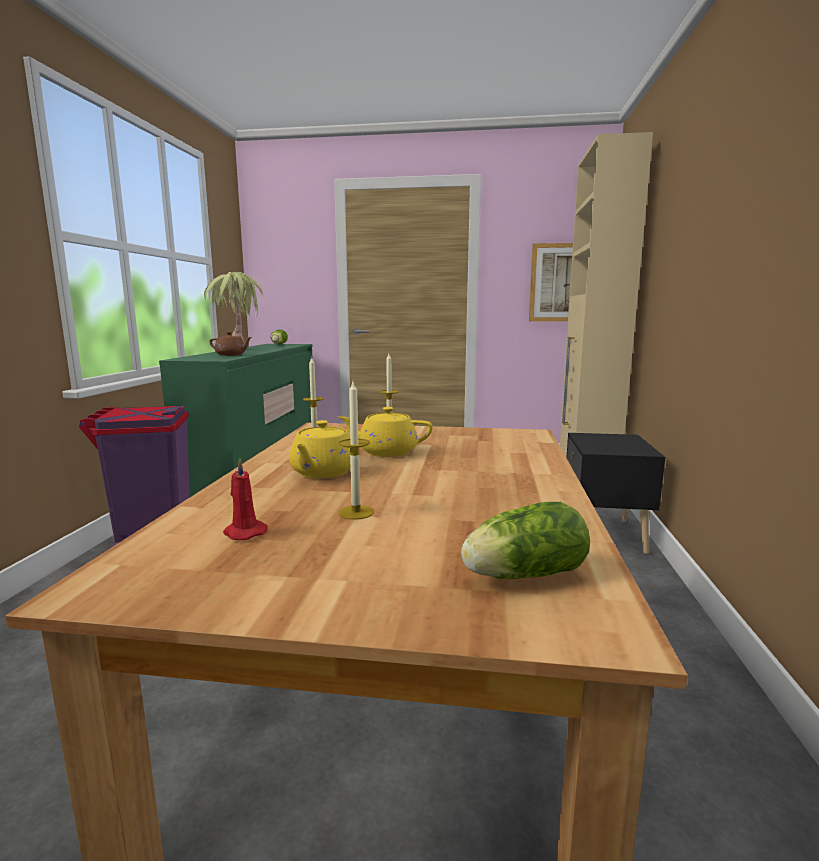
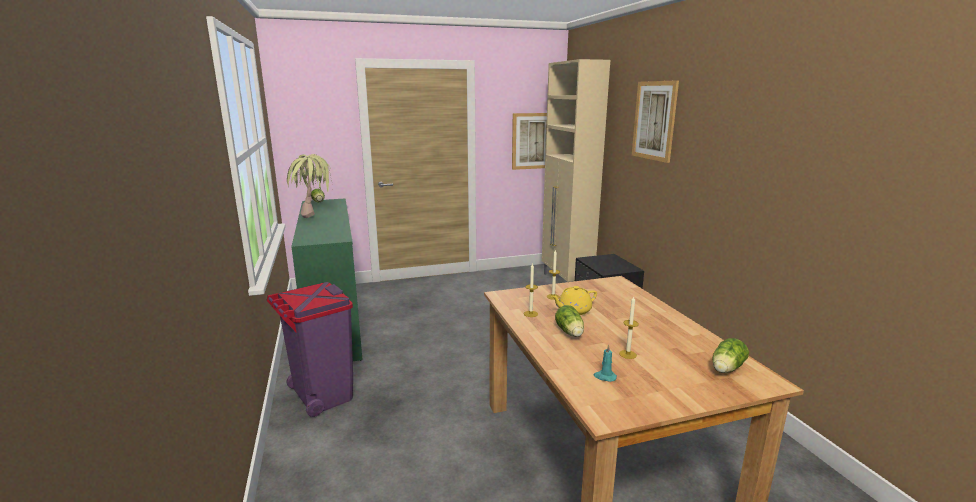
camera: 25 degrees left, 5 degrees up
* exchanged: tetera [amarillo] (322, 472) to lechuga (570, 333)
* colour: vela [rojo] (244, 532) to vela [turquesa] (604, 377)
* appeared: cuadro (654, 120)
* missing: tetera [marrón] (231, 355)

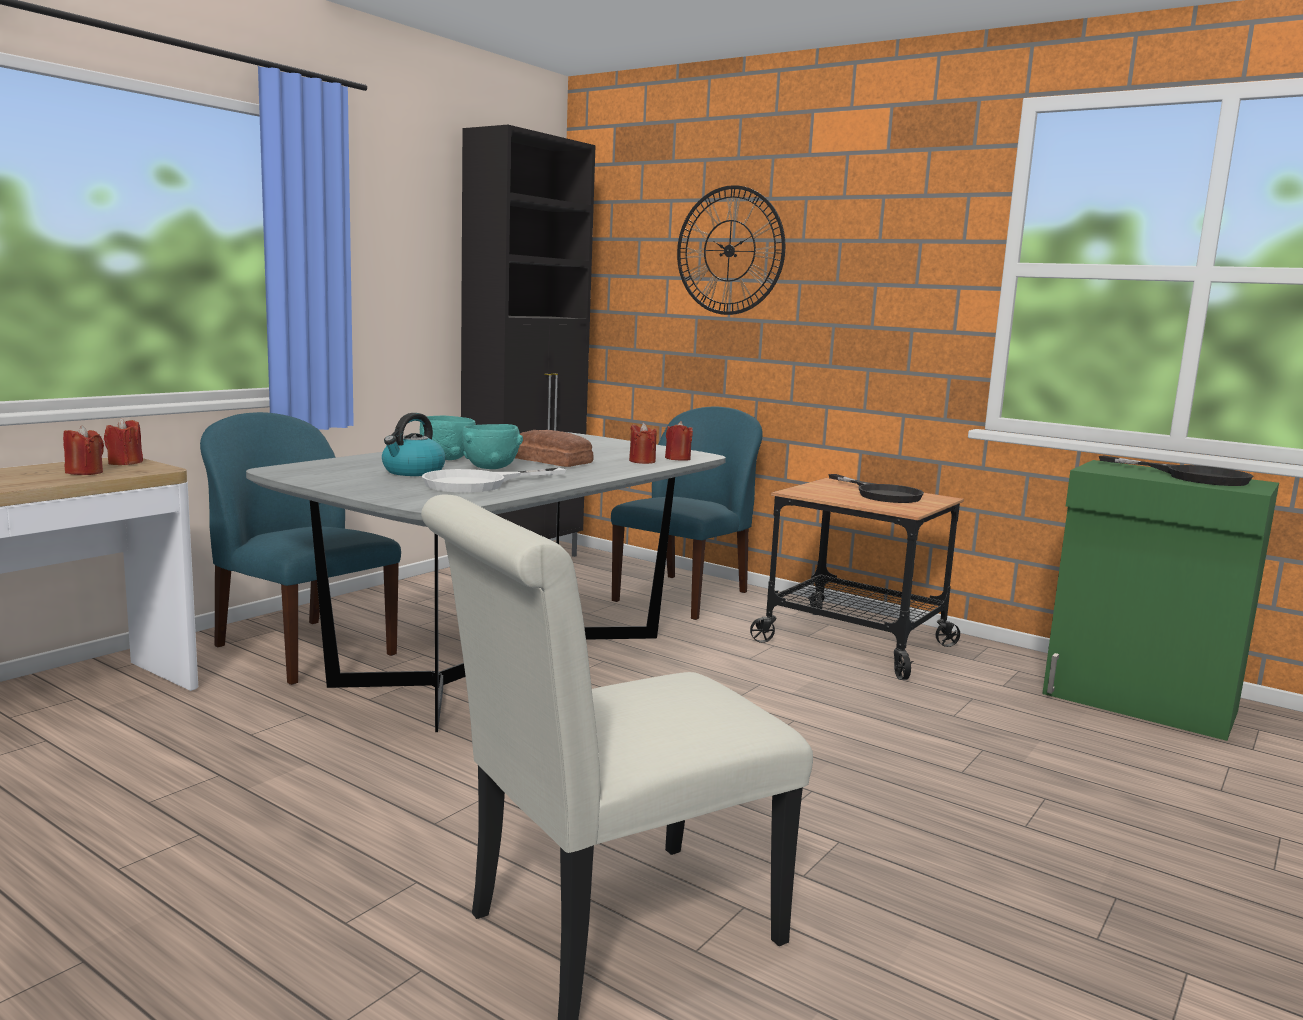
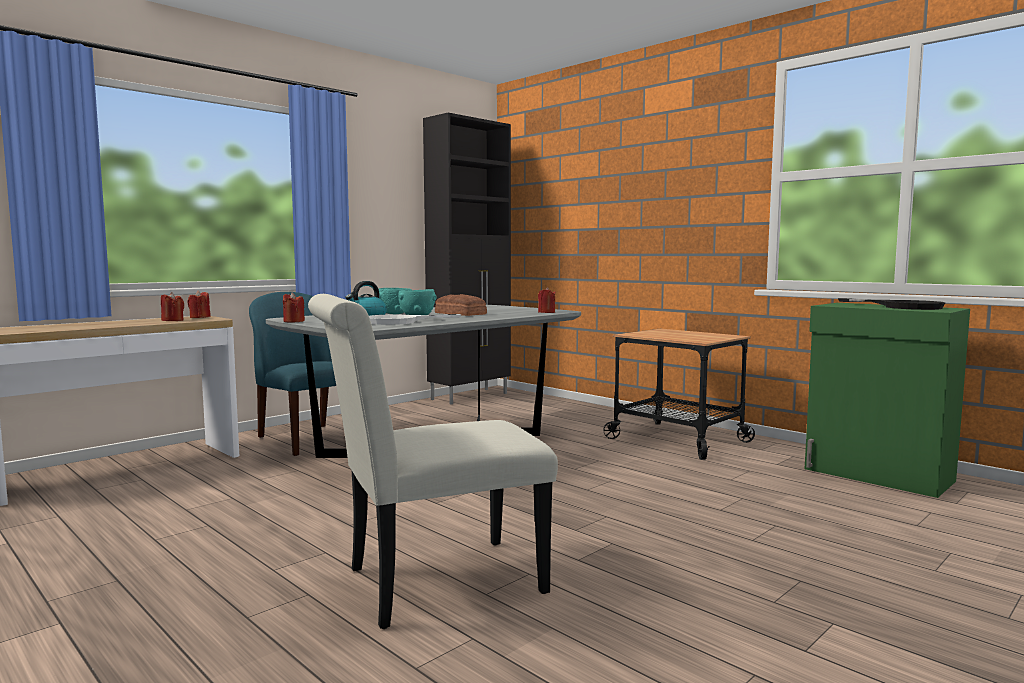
camera: 10 degrees right, 5 degrees down
* relocated: vela [rojo] (642, 461) to (293, 321)
* missing: silla [azul] (683, 596)
* missing: reloj de pared (729, 251)
* missing: sartén [negro] (881, 494)

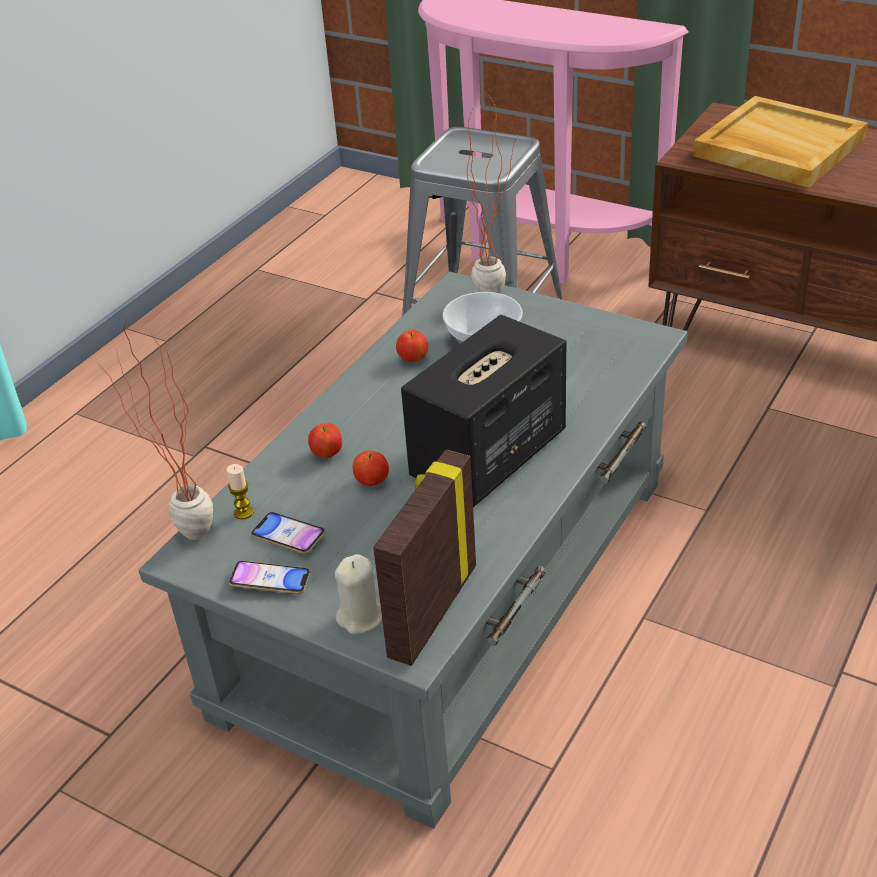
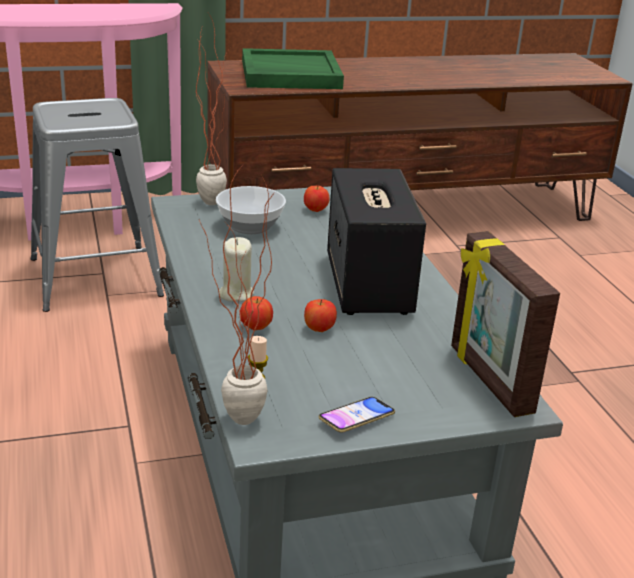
camera: 50 degrees left, 10 degrees down
* relocated: vela [beis] (360, 617) to (236, 293)
* colour: bandeja [beis] (777, 147) to bandeja [verde] (289, 74)
* relocated: manzana (413, 359) to (315, 210)
* missing: móvil (288, 536)

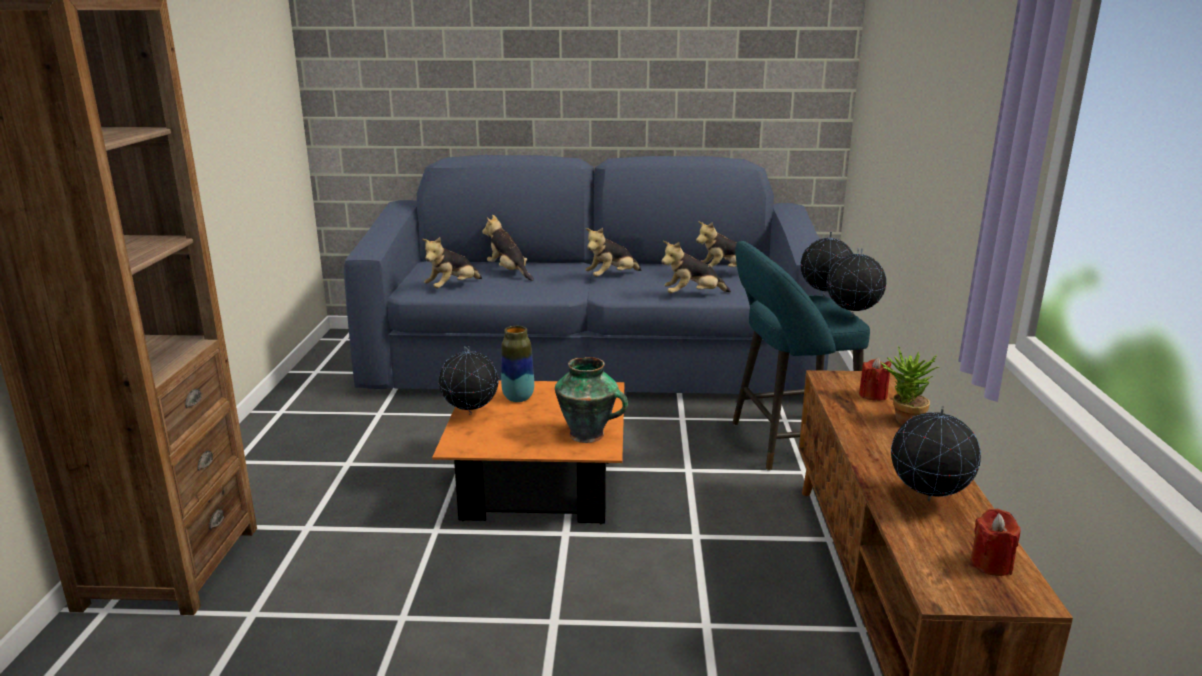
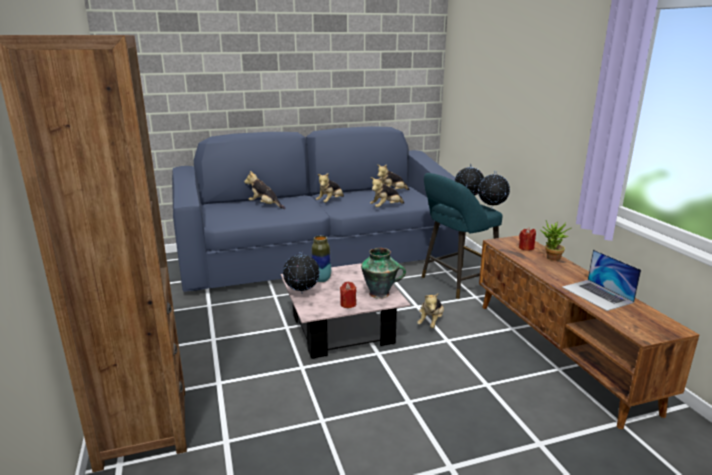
camera: 20 degrees left, 0 degrees up
* colour: mesa de centro [naranja] (539, 484) to mesa de centro [rosa] (342, 329)
* relocated: vela [rojo] (991, 564) to (348, 304)
* relocated: peluche (452, 288) to (431, 322)
* exchanged: globo terráqueo (927, 500) to portátil (597, 294)

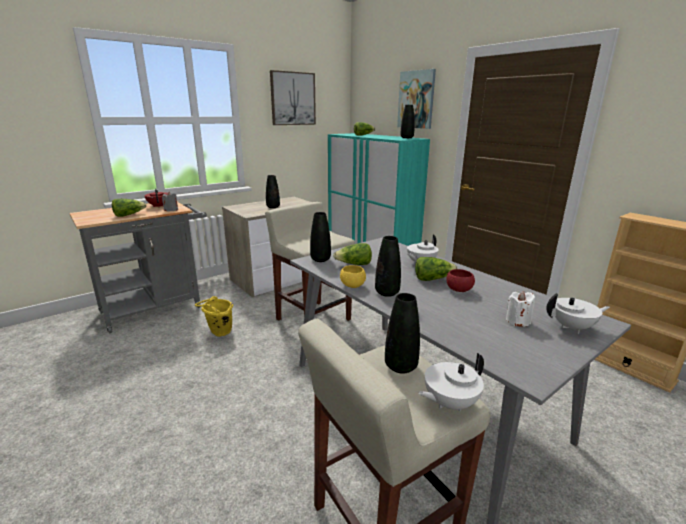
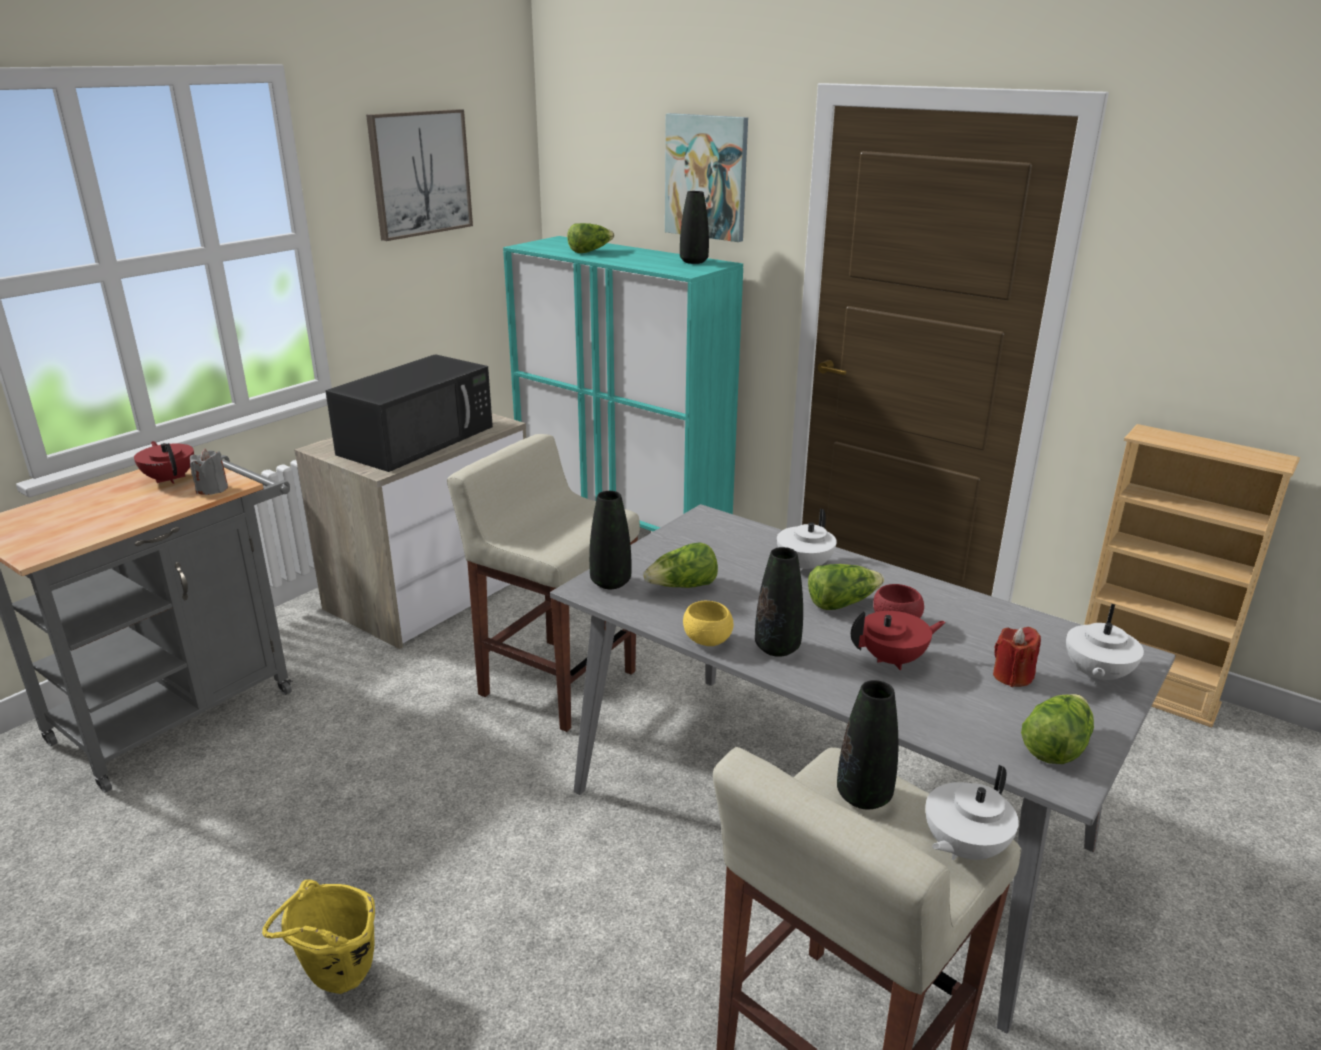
camera: 15 degrees left, 5 degrees up
* relocated: cubo [amarillo] (218, 333) to (335, 981)
* exchanged: florero [negro] (273, 207) to microondas [negro] (418, 439)
* appeared: tetera [rojo] (893, 660)
* colour: vela [blanco] (517, 321) to vela [rojo] (1012, 676)
* relocated: lechuga (129, 215) to (1055, 746)
* spun: tetera [blanco] (572, 327) = (1096, 675) 135 degrees clockwise

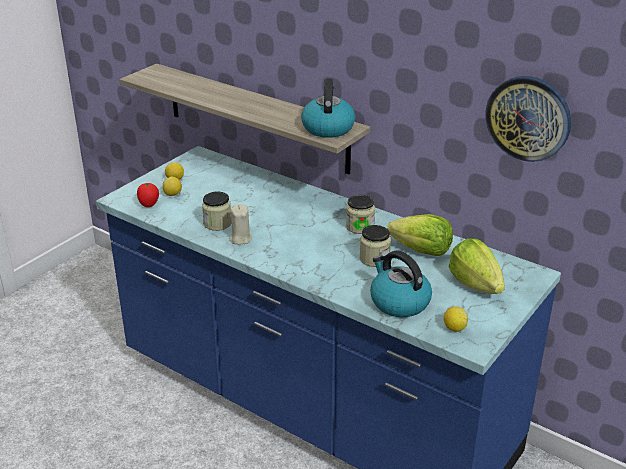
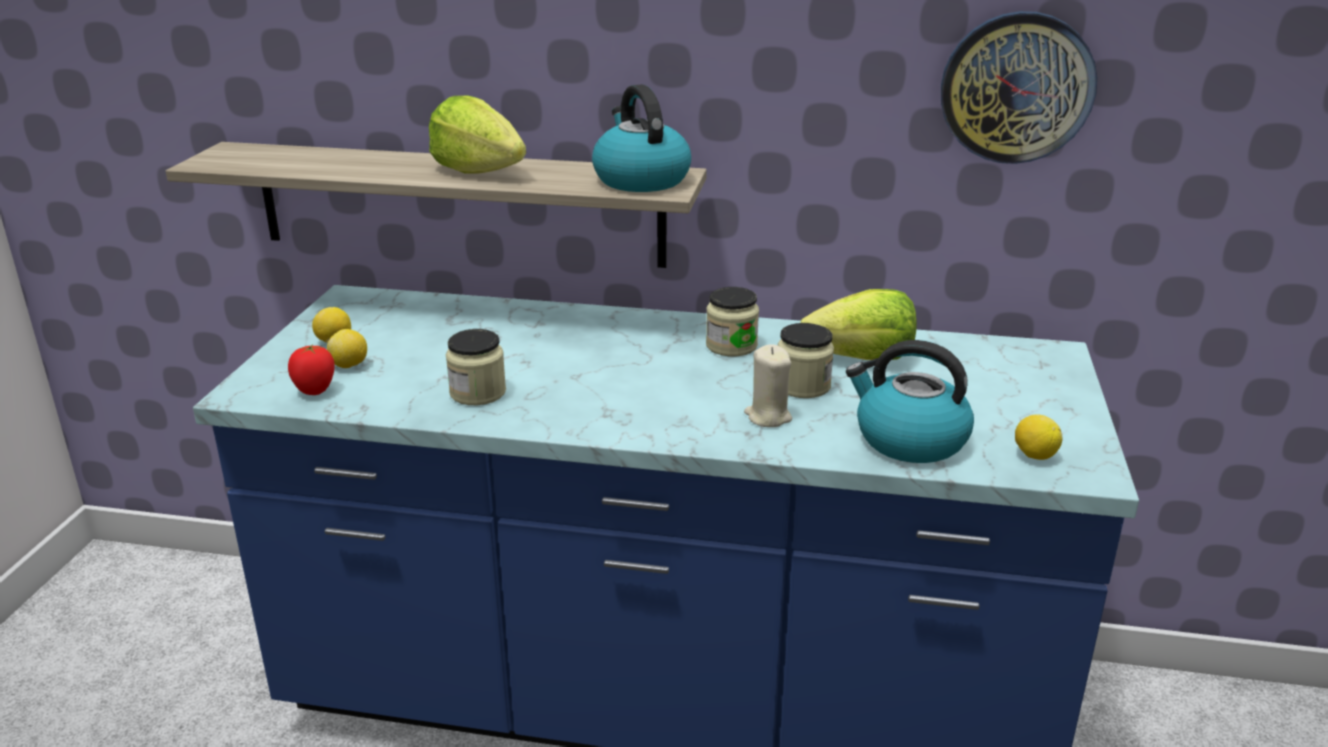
camera: 25 degrees left, 5 degrees down
* relocated: lechuga (475, 284) to (479, 171)
* relocated: vela [beis] (240, 239) to (768, 416)

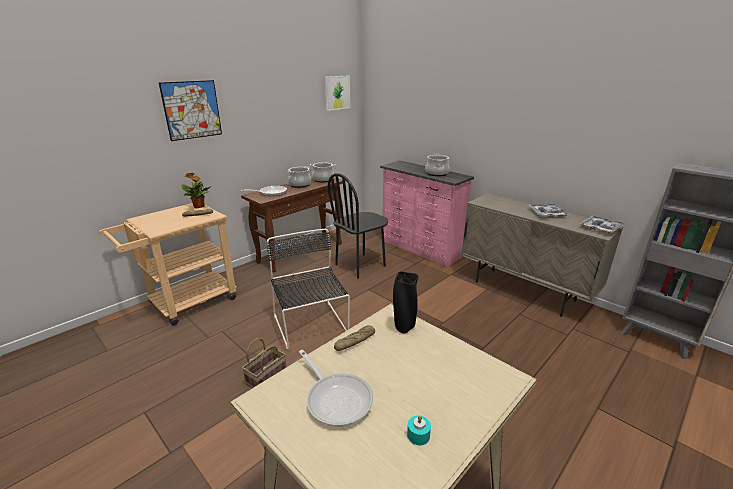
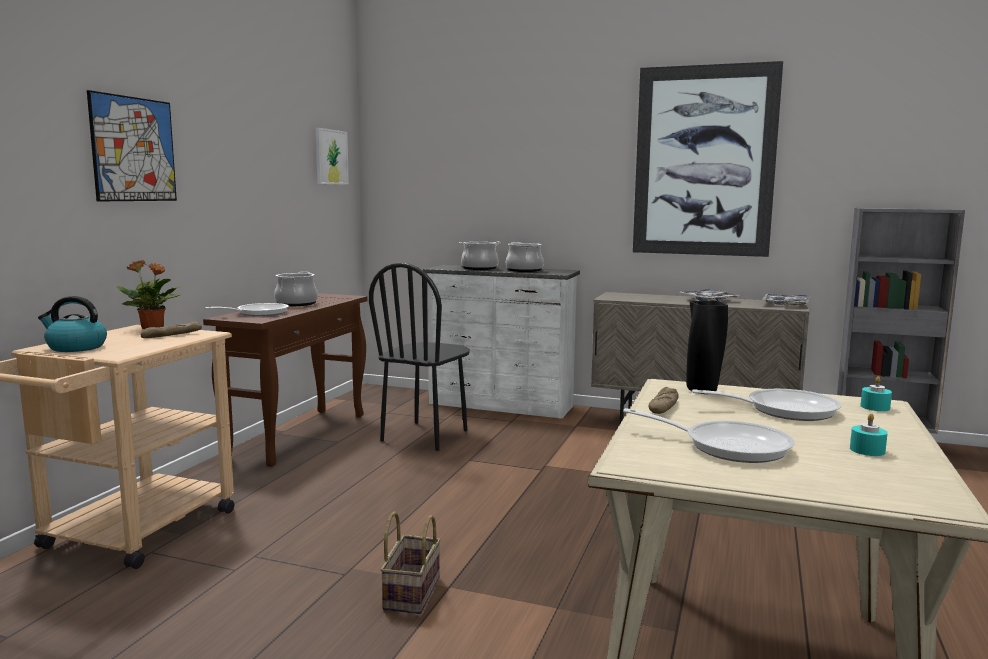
camera: 25 degrees left, 15 degrees down
* appeared: hervidor (75, 347)
* colour: cómoda [rosa] (420, 249) to cómoda [blanco] (501, 405)
* relocated: olla (323, 180) to (479, 268)
* appeared: cuadro (704, 161)
* appeared: sartén (783, 410)
* appeared: vela [turquesa] (875, 407)
* missing: silla [negro] (311, 326)

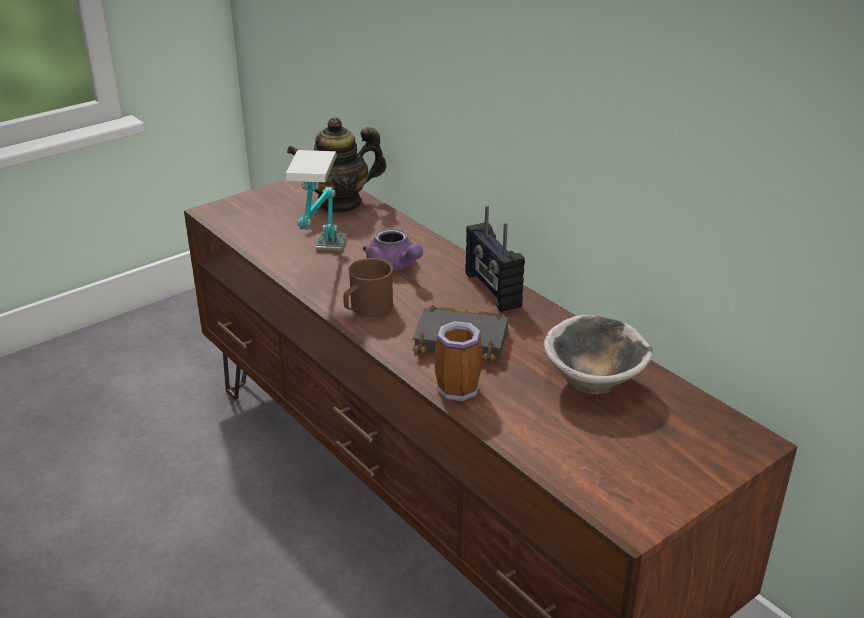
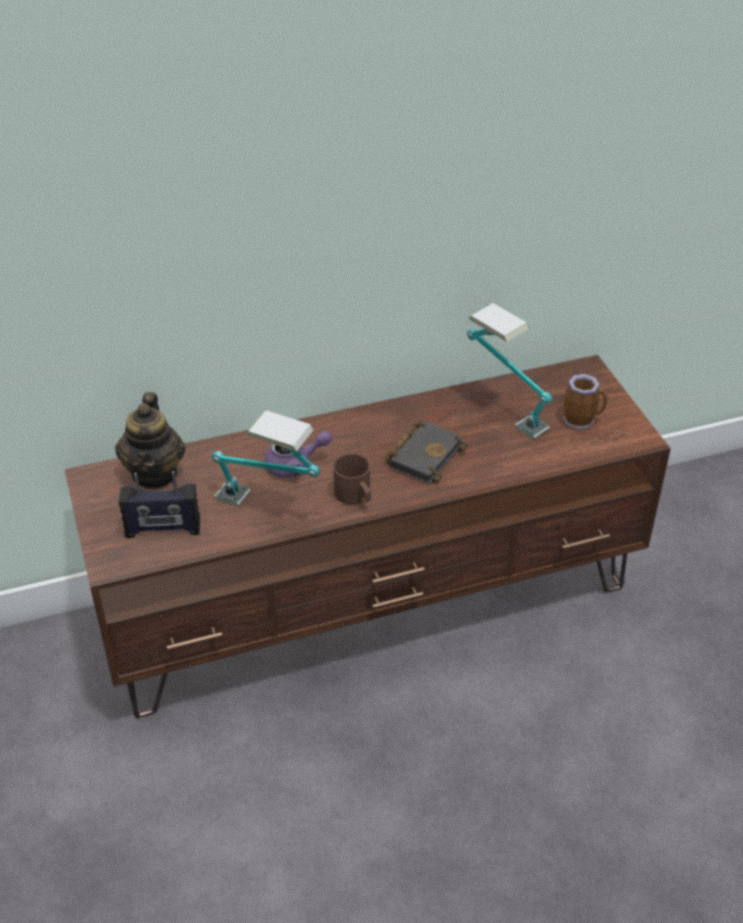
camera: 70 degrees left, 10 degrees up
* relocated: radio (491, 290) to (163, 529)
* exchanged: cuenco (593, 382) to lámpara de mesa (503, 410)
* relocated: taza grande (460, 391) to (581, 420)

